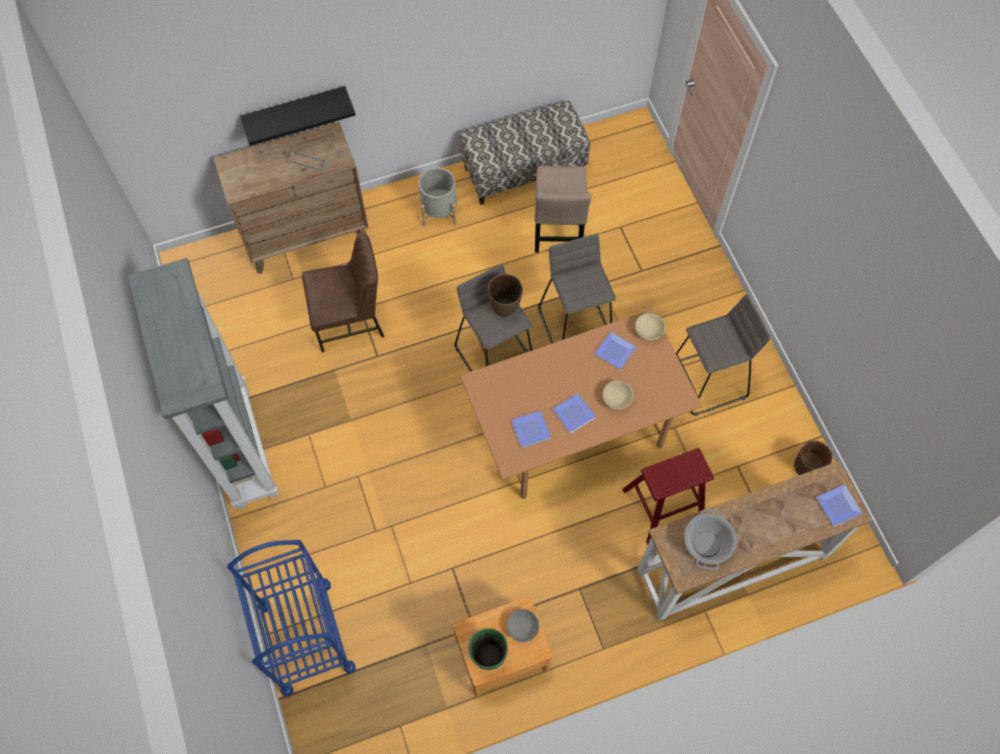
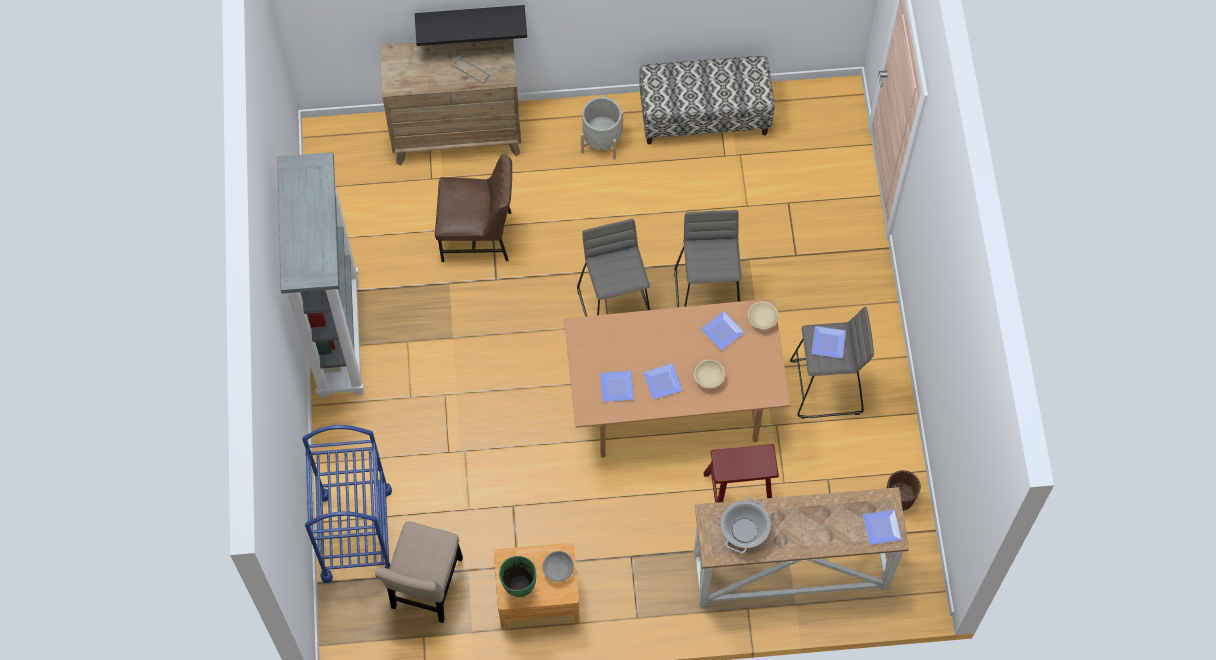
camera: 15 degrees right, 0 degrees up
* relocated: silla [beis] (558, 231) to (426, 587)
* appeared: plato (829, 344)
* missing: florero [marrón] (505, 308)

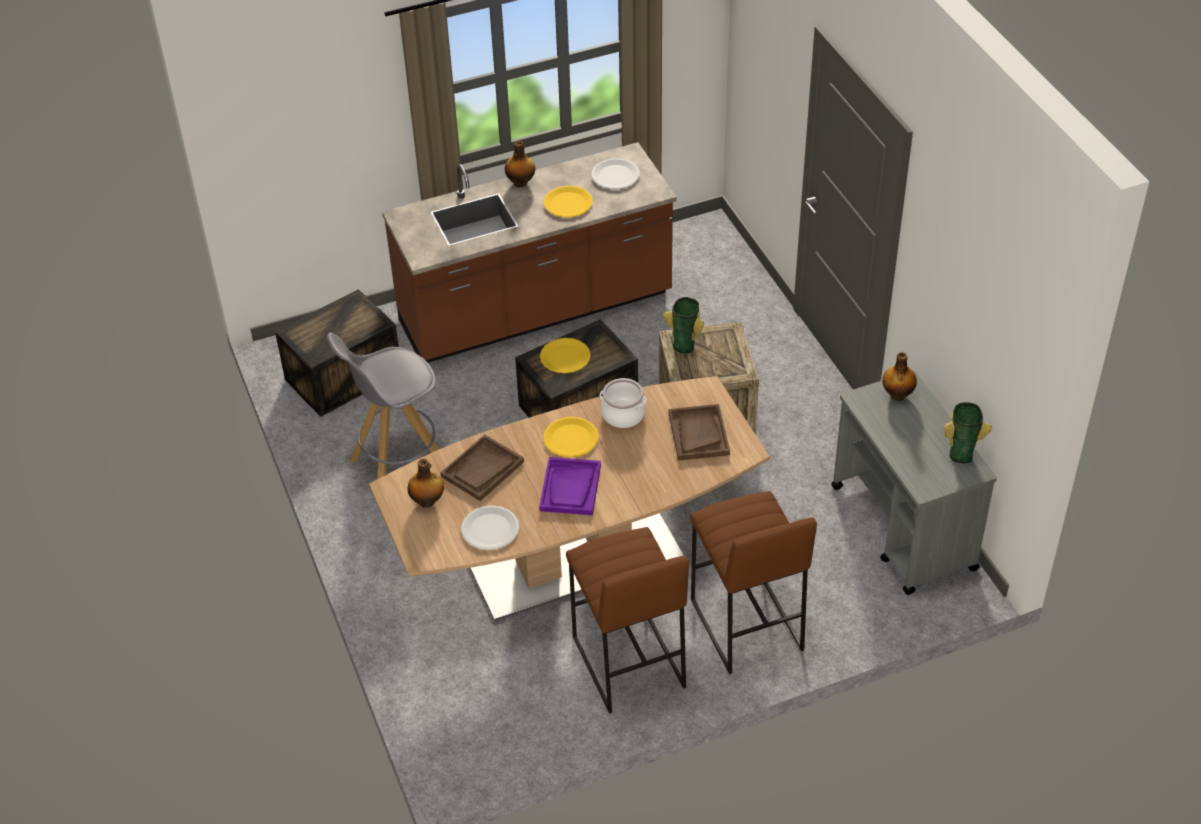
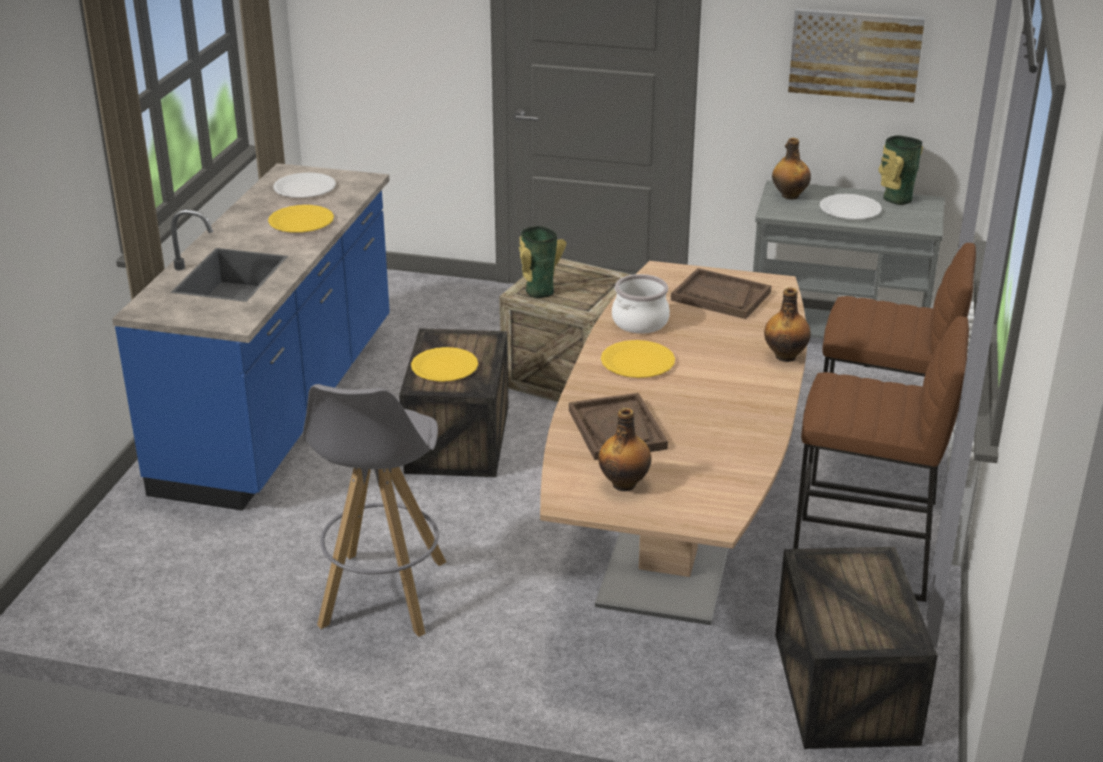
camera: 55 degrees left, 15 degrees down
* colour: mueble bajo de cocina [marrón] (536, 311) to mueble bajo de cocina [azul] (282, 406)
* relocated: botella (521, 182) to (785, 356)
* relocated: caja de embalaje (344, 375) to (843, 686)
* appeared: cuadro (855, 54)
* relocated: plato [blanco] (490, 529) to (850, 209)
* missing: bandeja [morado] (570, 488)

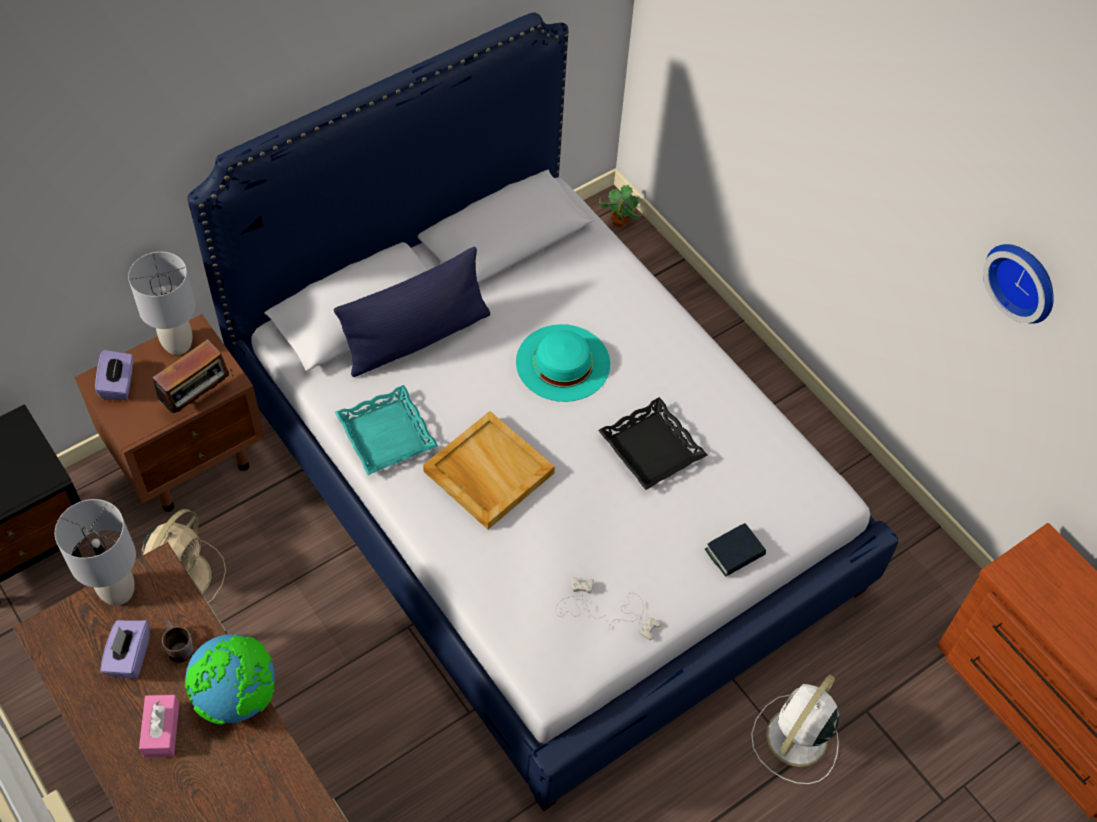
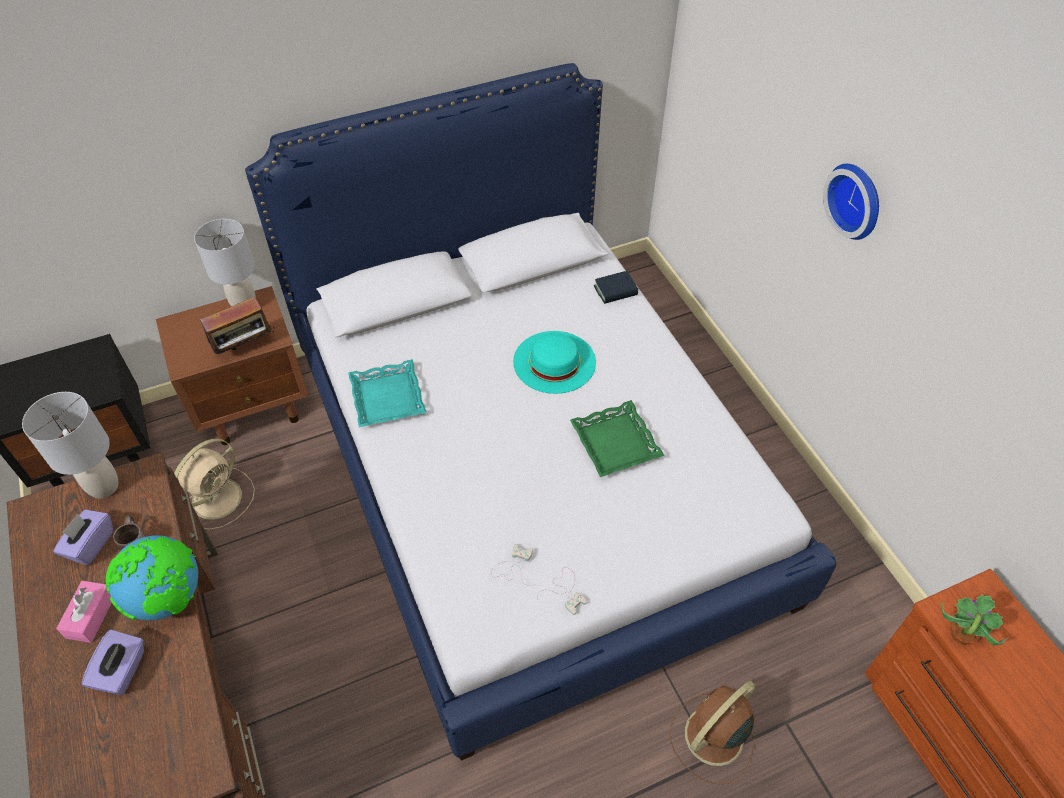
camera: 15 degrees right, 5 degrees down
* relocated: caja de pañuelos [morado] (119, 384) to (122, 671)
* colour: bandeja [negro] (650, 448) to bandeja [verde] (614, 443)
* relocated: libro (734, 553) to (615, 291)
* colour: ventilador [blanco] (795, 739) to ventilador [marrón] (712, 737)
* relocated: reloj de pared (1024, 280) to (857, 200)
* relocated: planta en maceta (619, 222) to (960, 635)
* missing: cojín [azul] (417, 337)
* missing: bandeja [beis] (487, 472)

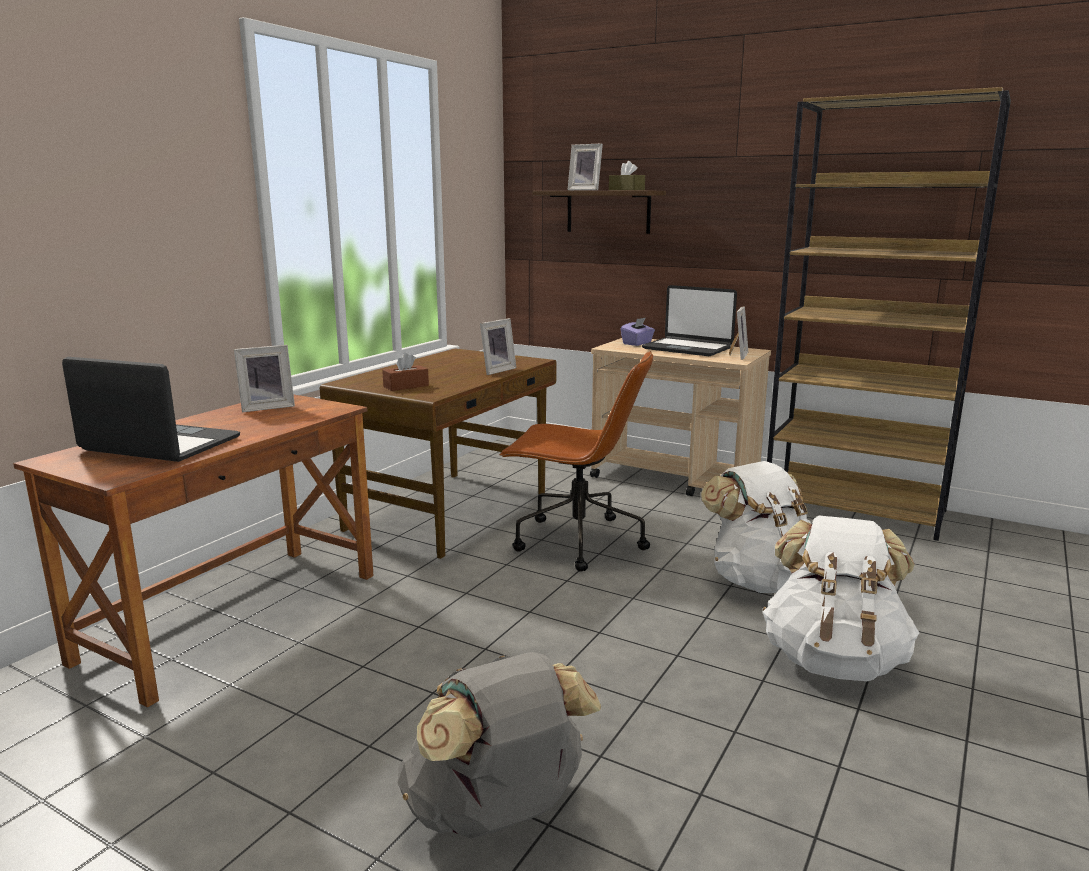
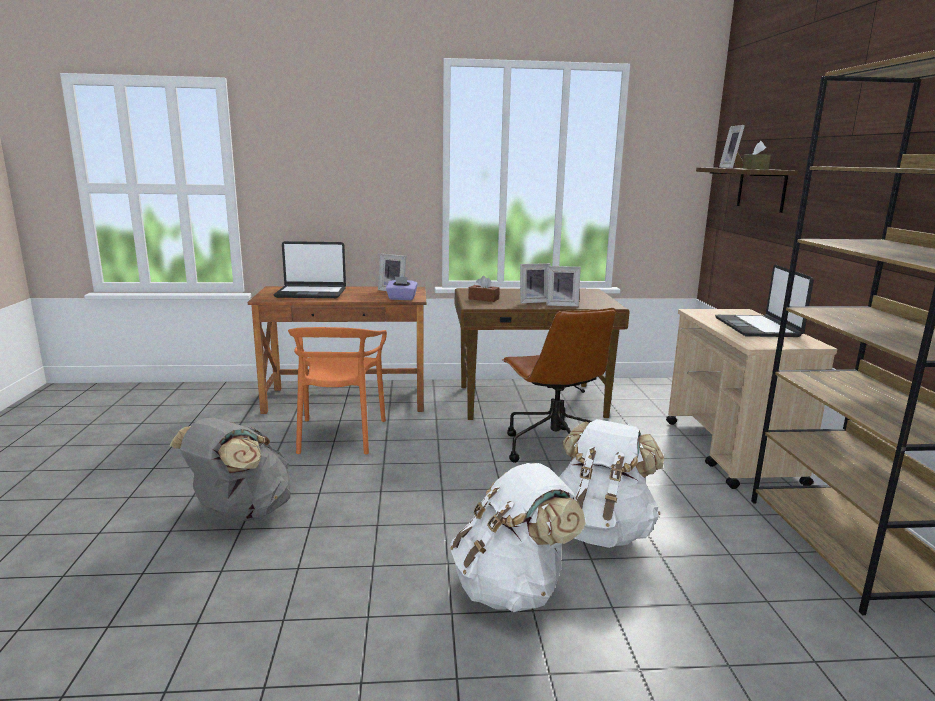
camera: 55 degrees right, 0 degrees up
* spun: portátil (160, 445) = (311, 293) 105 degrees clockwise
* appeared: silla [naranja] (339, 435)
* relocated: caja de pañuelos [morado] (637, 343) to (401, 298)
* relocated: portarretratos (737, 355) to (533, 301)

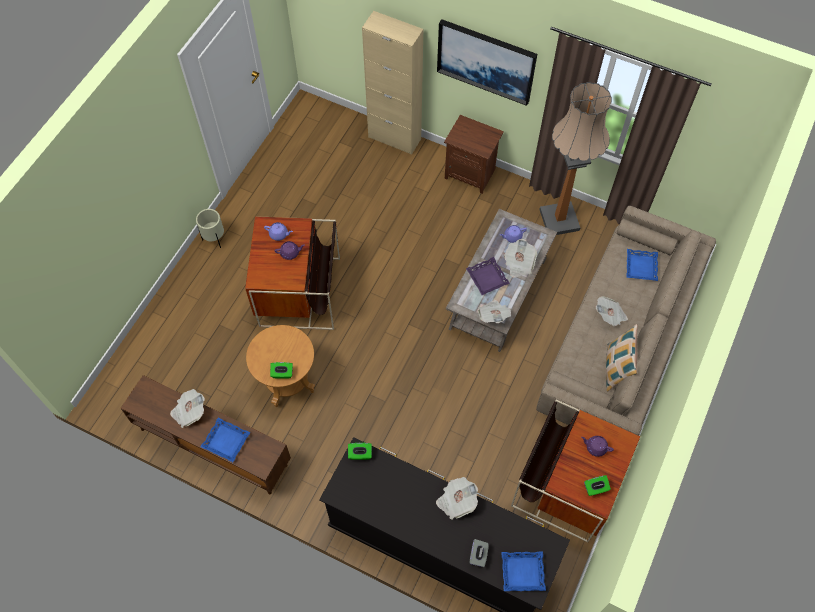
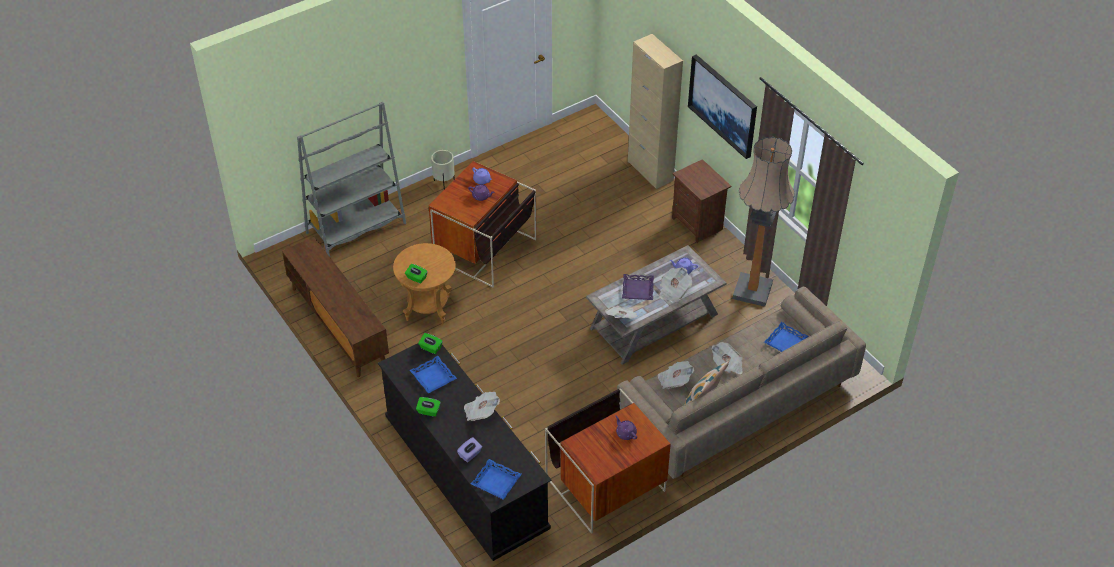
camera: 30 degrees right, 15 degrees down
* appeared: estantería [gris] (356, 228)
* relocated: bandeja [azul] (226, 441) to (433, 377)
* relocated: caja de pañuelos [verde] (595, 488) to (428, 411)
* colour: caja de pañuelos [gris] (478, 555) to caja de pañuelos [morado] (470, 454)
* relocated: periódico (189, 412) to (674, 380)

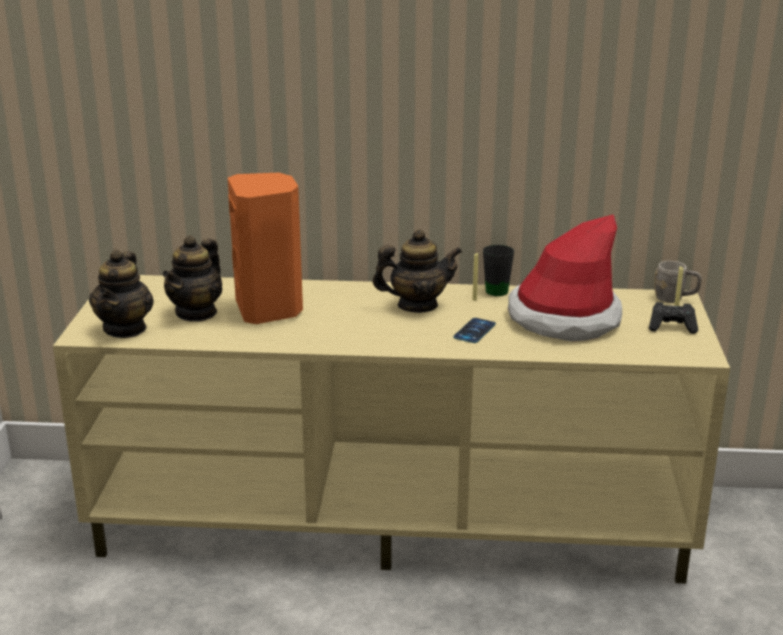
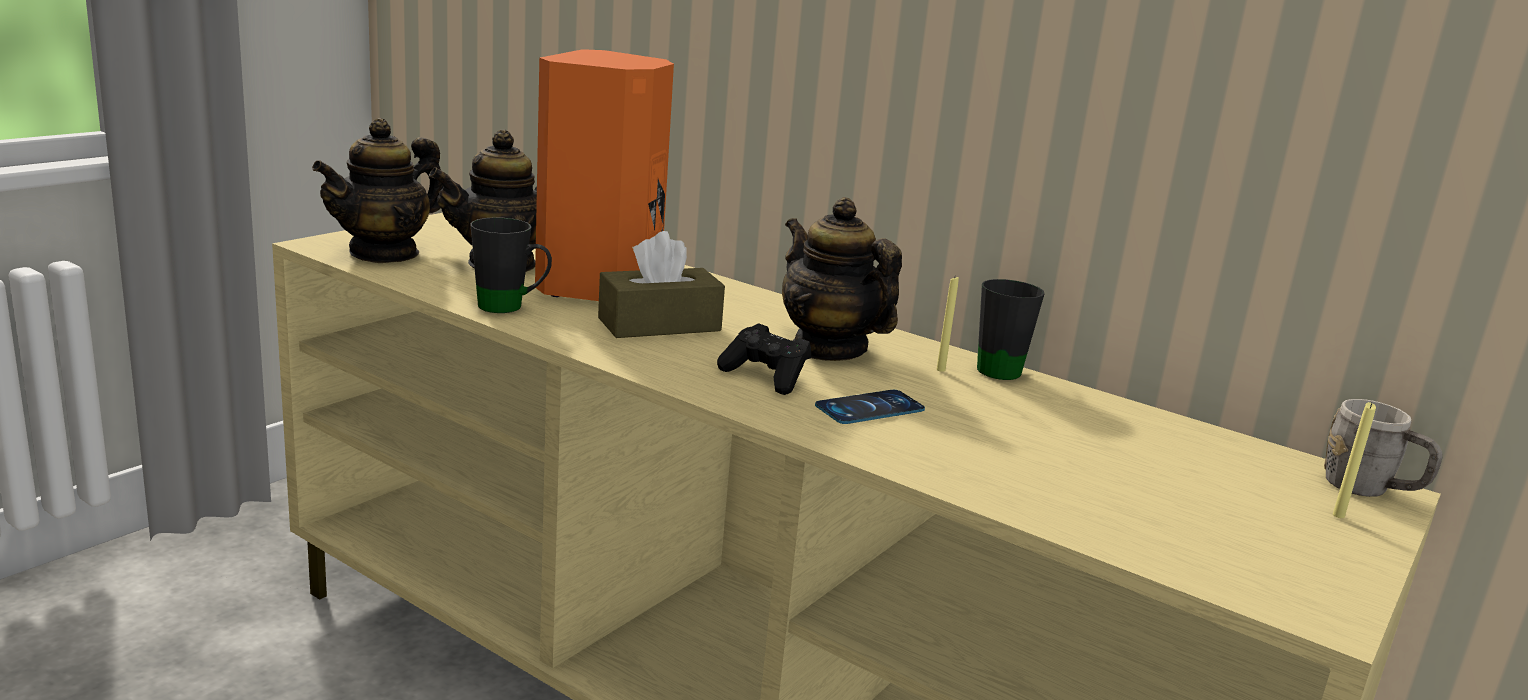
camera: 30 degrees right, 5 degrees down
* appeared: taza grande [negro] (511, 308)
* appeared: caja de pañuelos [marrón] (659, 324)
* relocated: mando de consola [negro] (672, 327) to (766, 377)
* spun: tetera (417, 306) = (828, 348) 150 degrees counterclockwise
* missing: sombrero (563, 318)

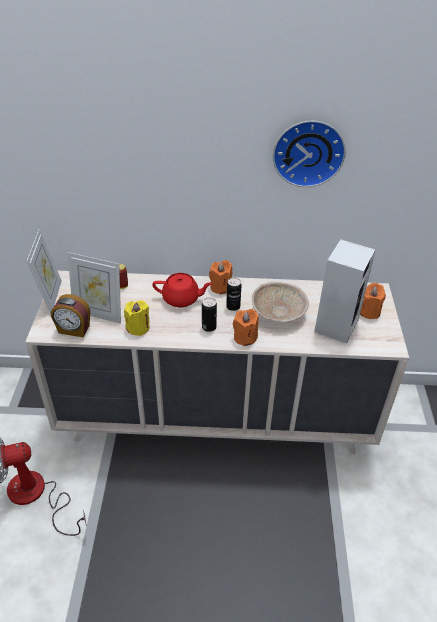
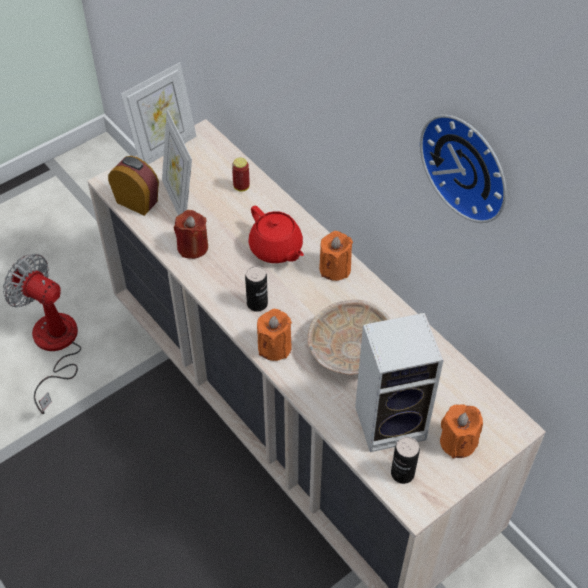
camera: 50 degrees right, 10 degrees up
* spun: despertador (73, 330) = (137, 201) 150 degrees clockwise
* colour: vela [amarillo] (138, 328) to vela [rojo] (193, 247)
* relocated: lata (233, 306) to (402, 473)

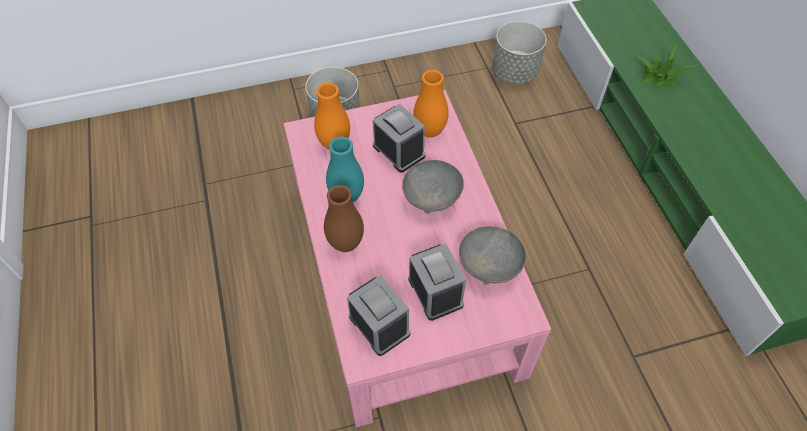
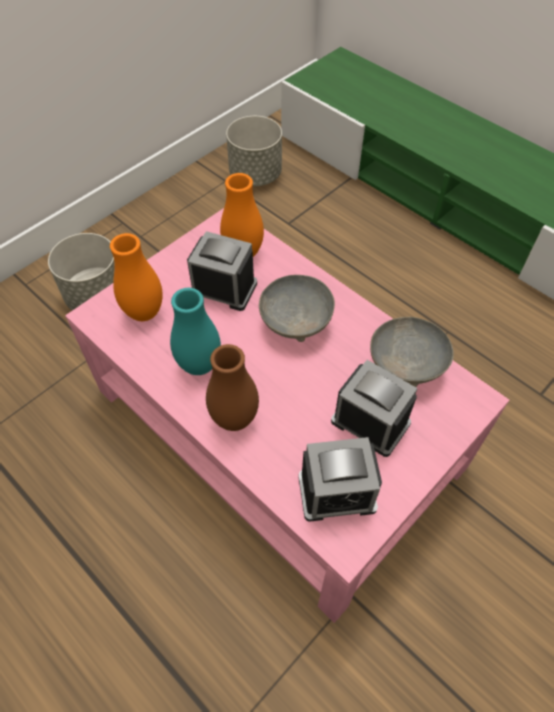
camera: 30 degrees left, 0 degrees up
* spun: despertador (379, 325) = (337, 492) 150 degrees clockwise
* missing: planta en maceta (660, 76)

